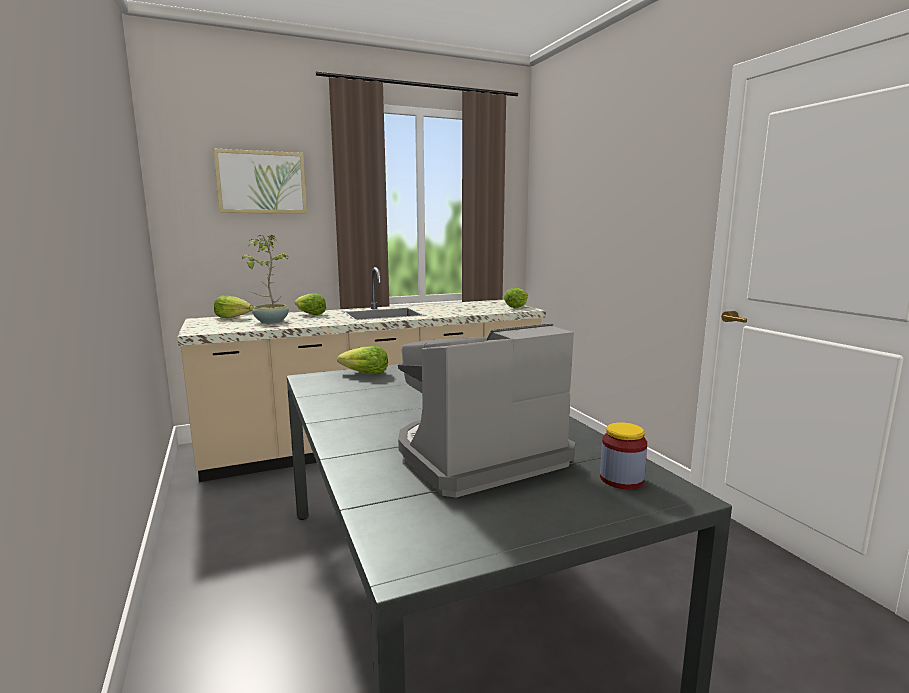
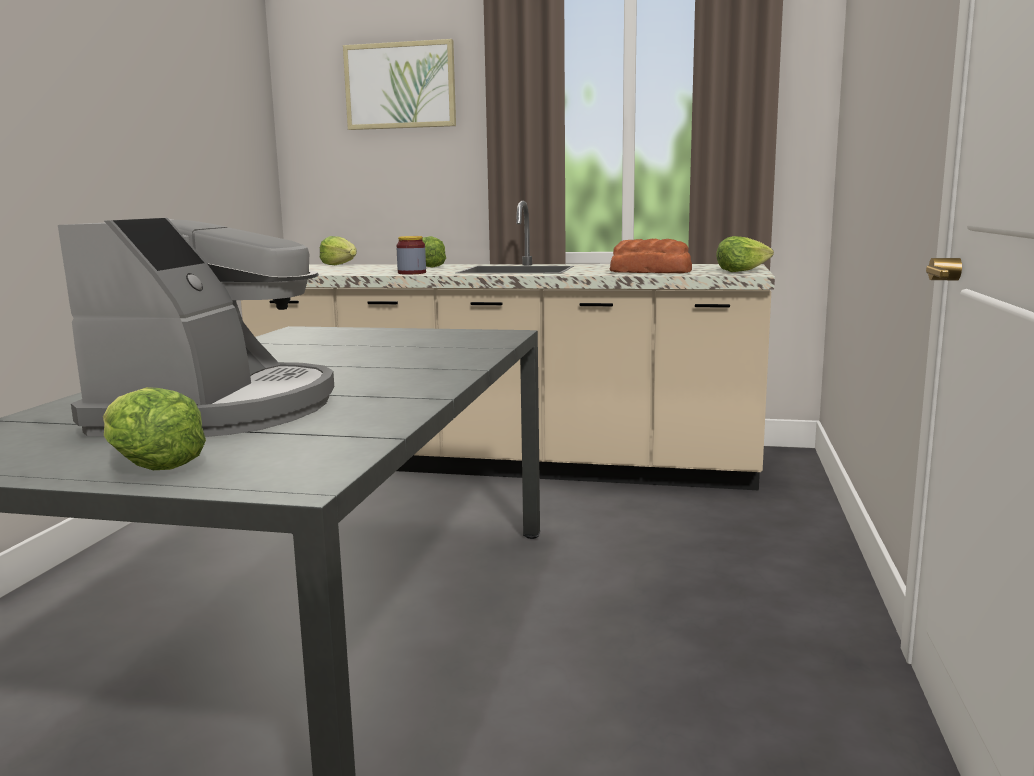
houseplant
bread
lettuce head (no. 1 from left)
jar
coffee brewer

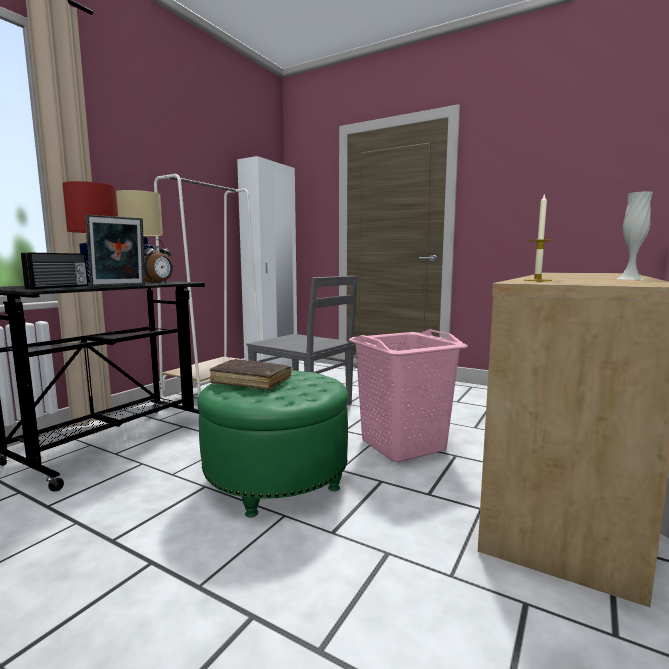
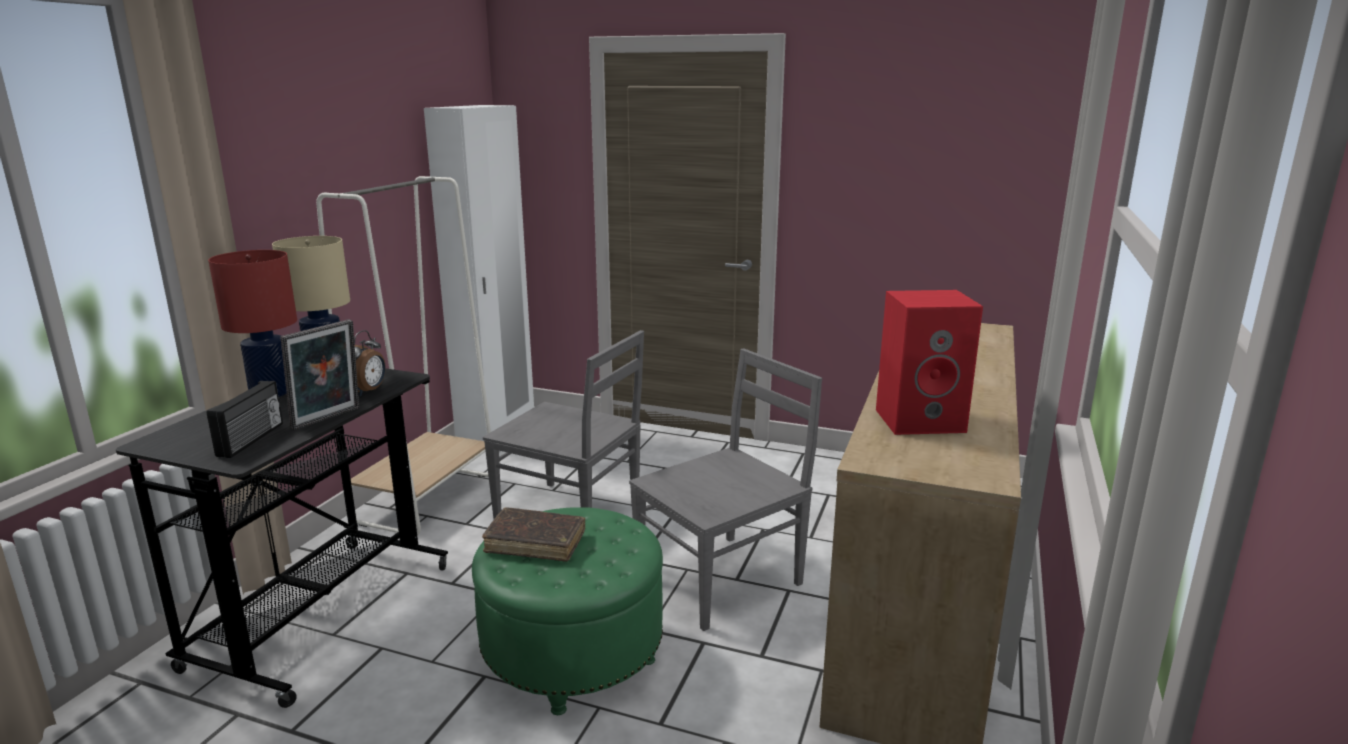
wax light
white-coloured flower vase
red speaker
greyish chair (no. 2 from left)

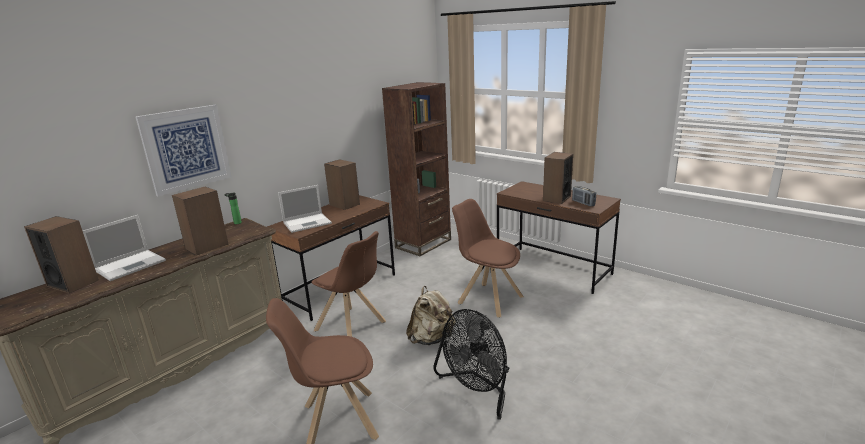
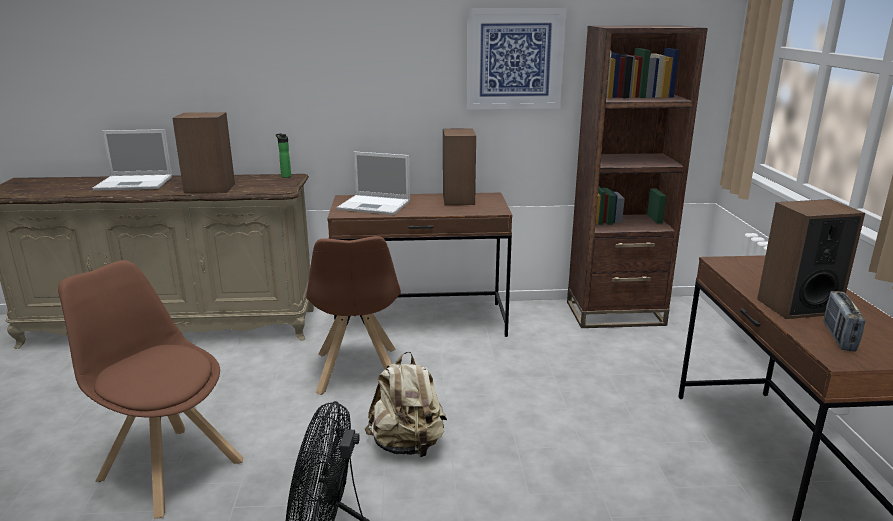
speaker (no. 1 from left in the first image)
brown-coloured chair (no. 3 from left in the first image)
wall art

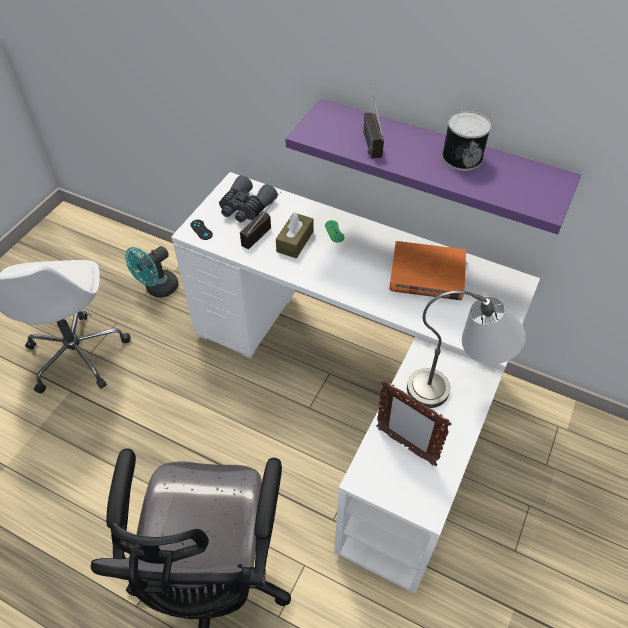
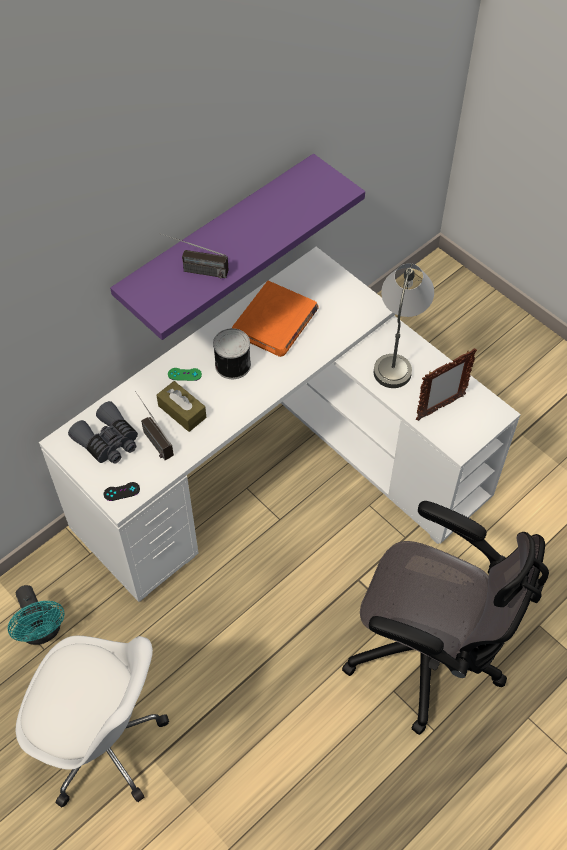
can

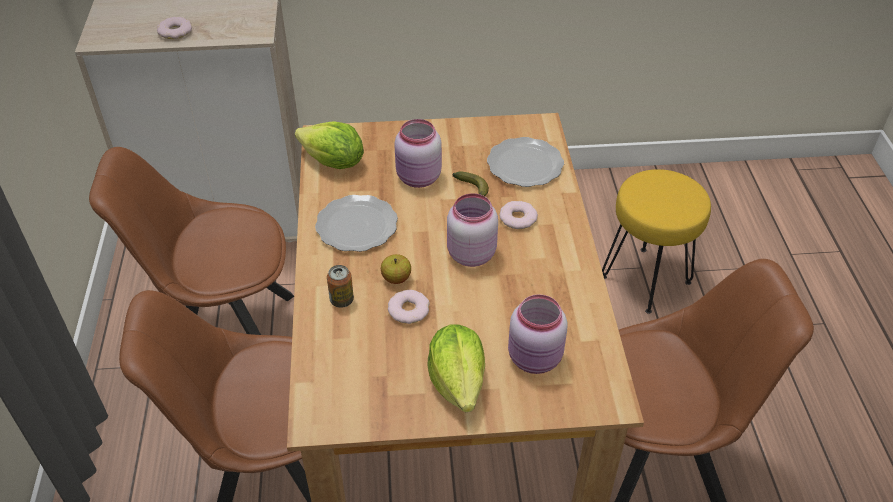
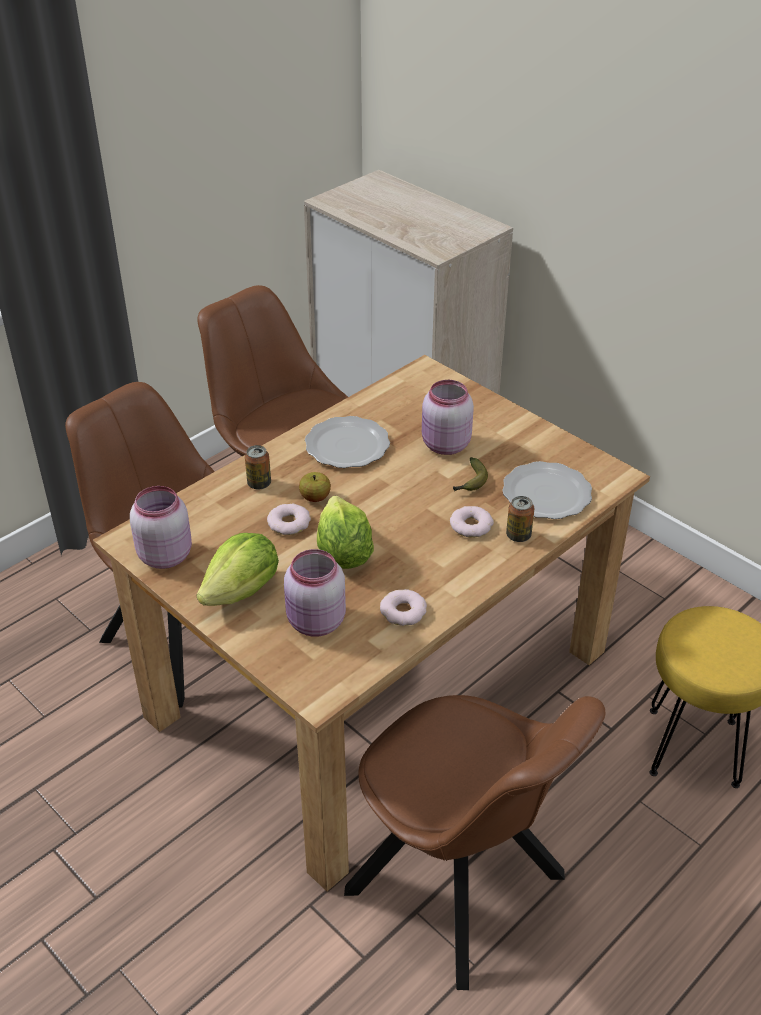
can (no. 2 from left)
doughnut (no. 2 from left)
lettuce head (no. 2 from left)
pinkish jar (no. 1 from left)

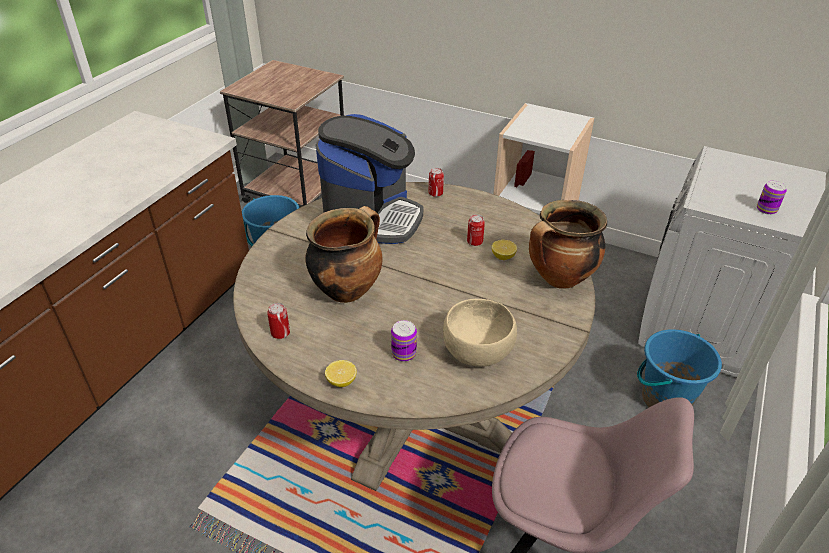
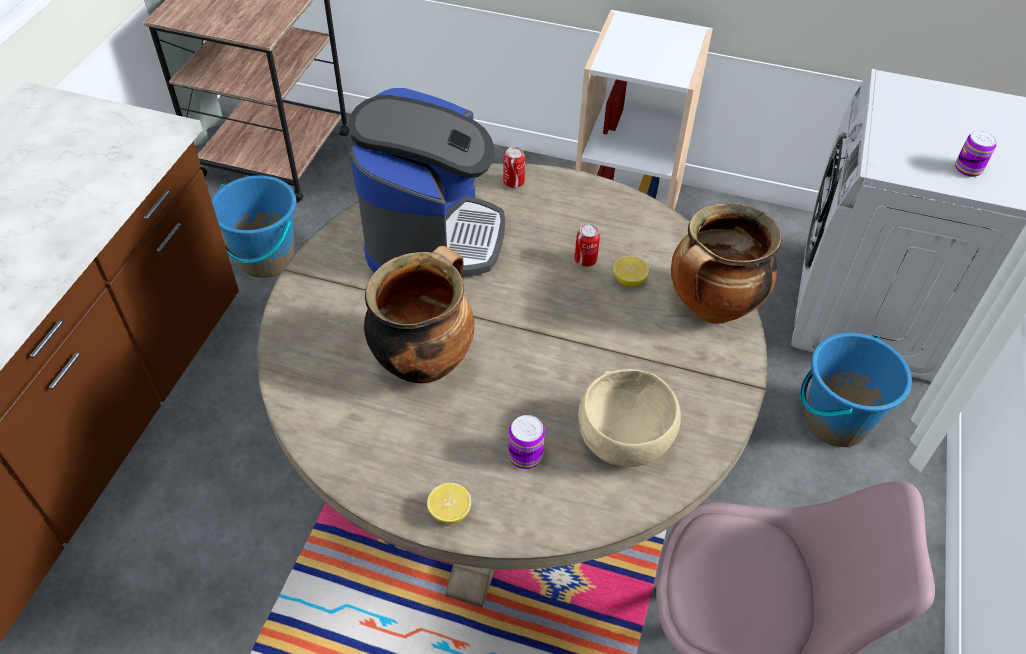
can (no. 1 from left in the first image)

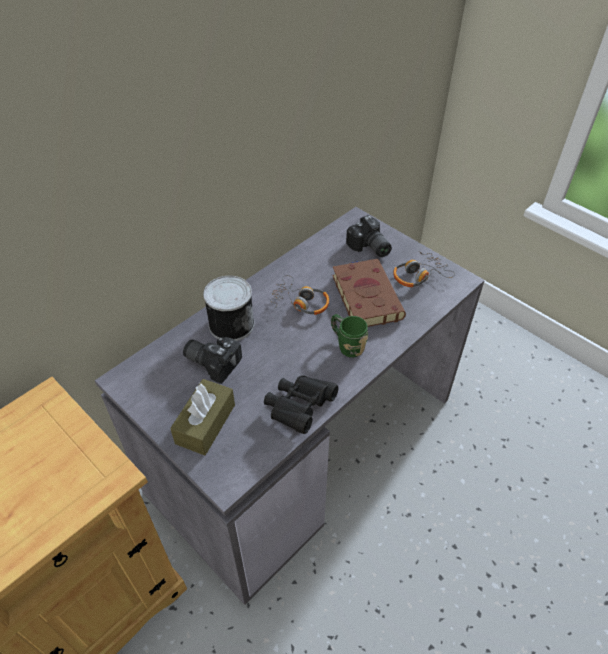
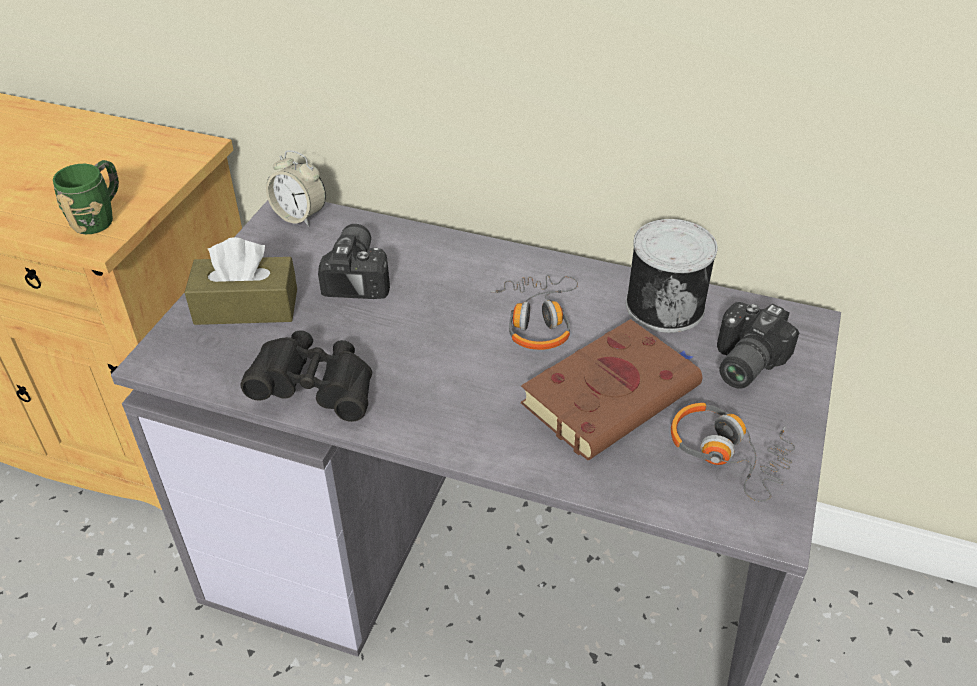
bedside clock
can
green-coloured mug

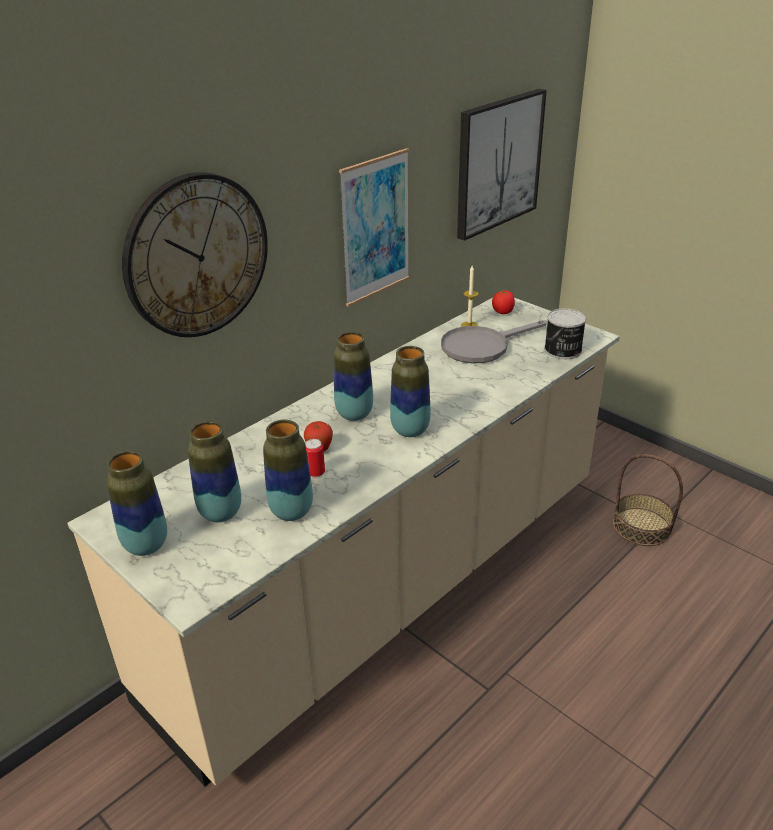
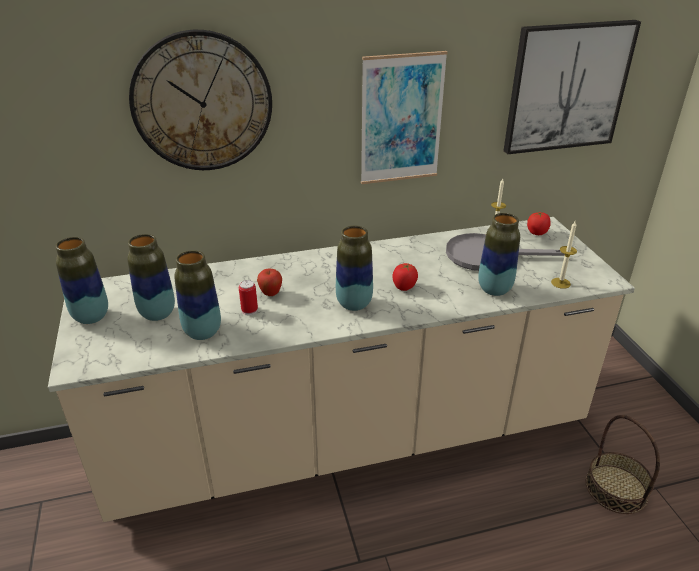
whole tomato (no. 1 from left)
flower vase (no. 5 from left)
wax light (no. 2 from left)

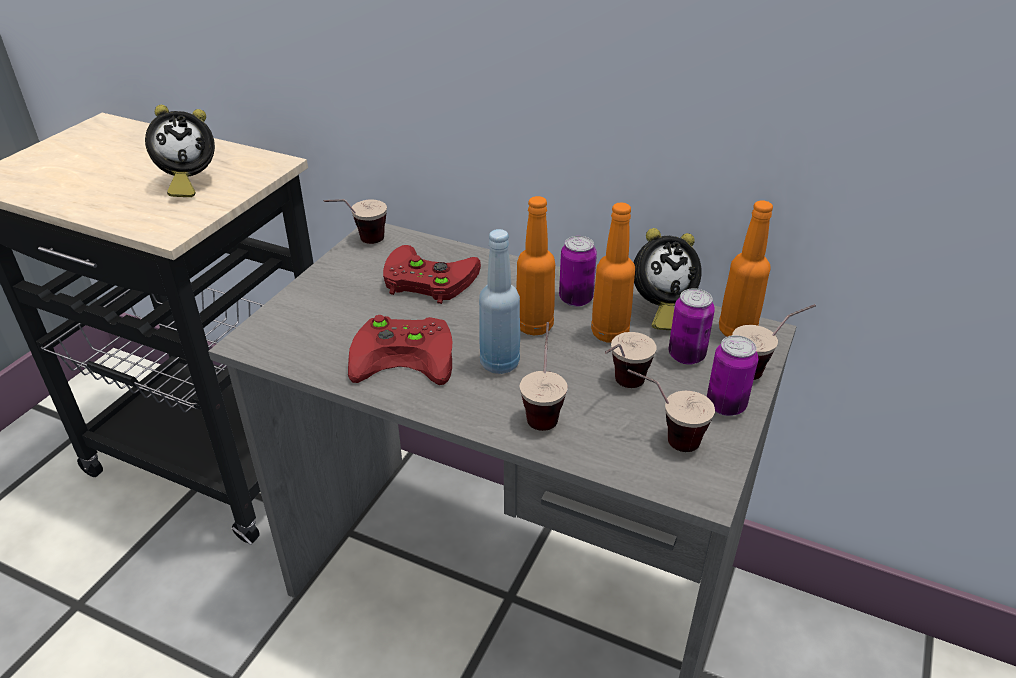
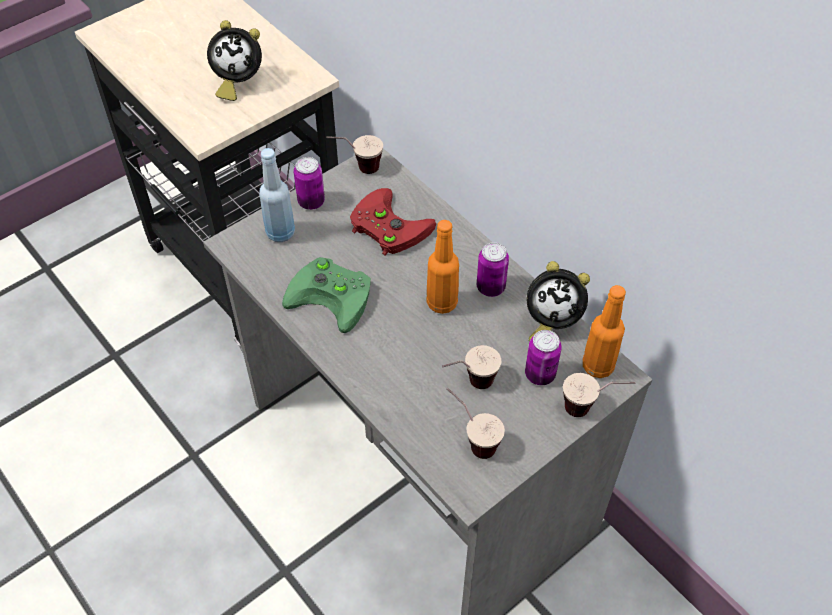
small cup (no. 2 from left in the first image)
orangey beverage bottle (no. 2 from left in the first image)
bluish beverage bottle
can (no. 1 from left)
green-coloured game controller

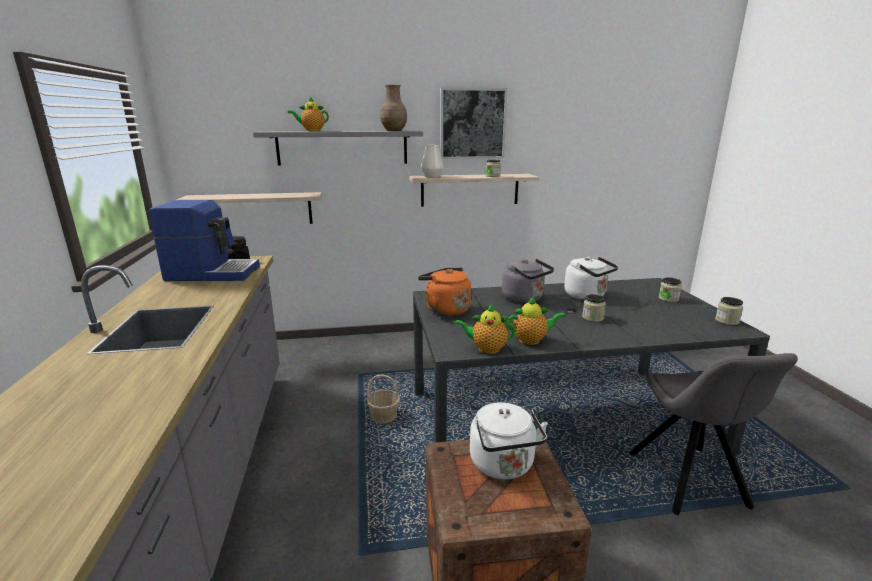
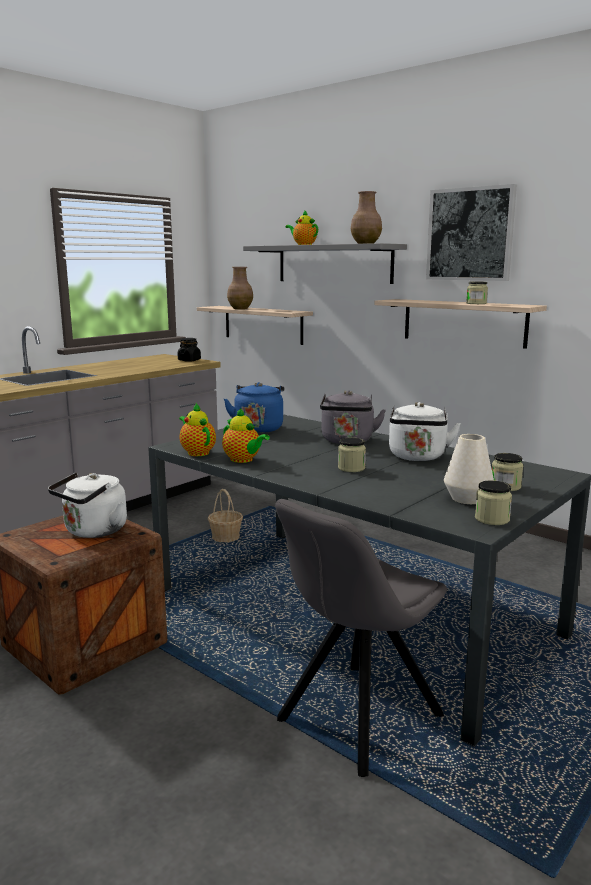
coffee brewer
brown-coloured flower vase (no. 1 from left)
white-coloured flower vase
bluish water kettle

